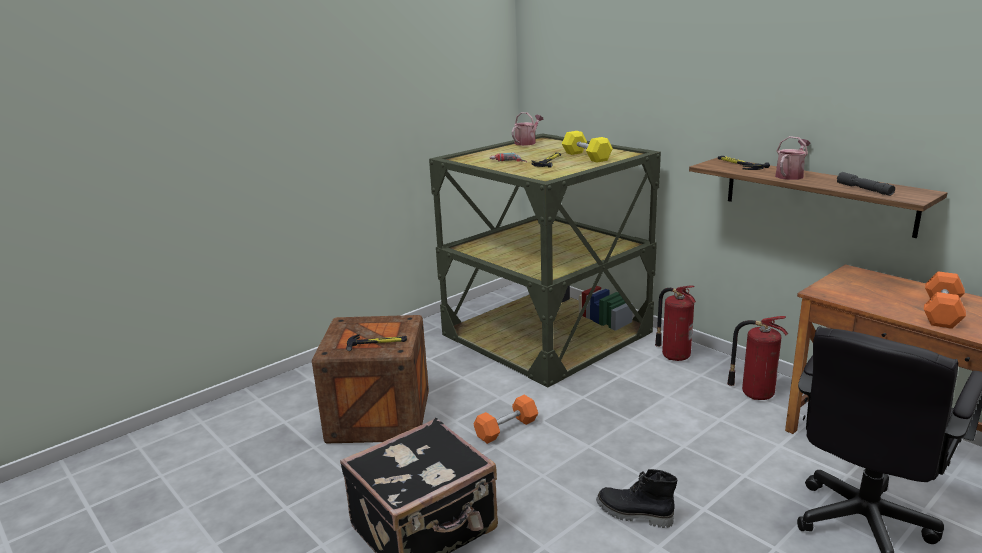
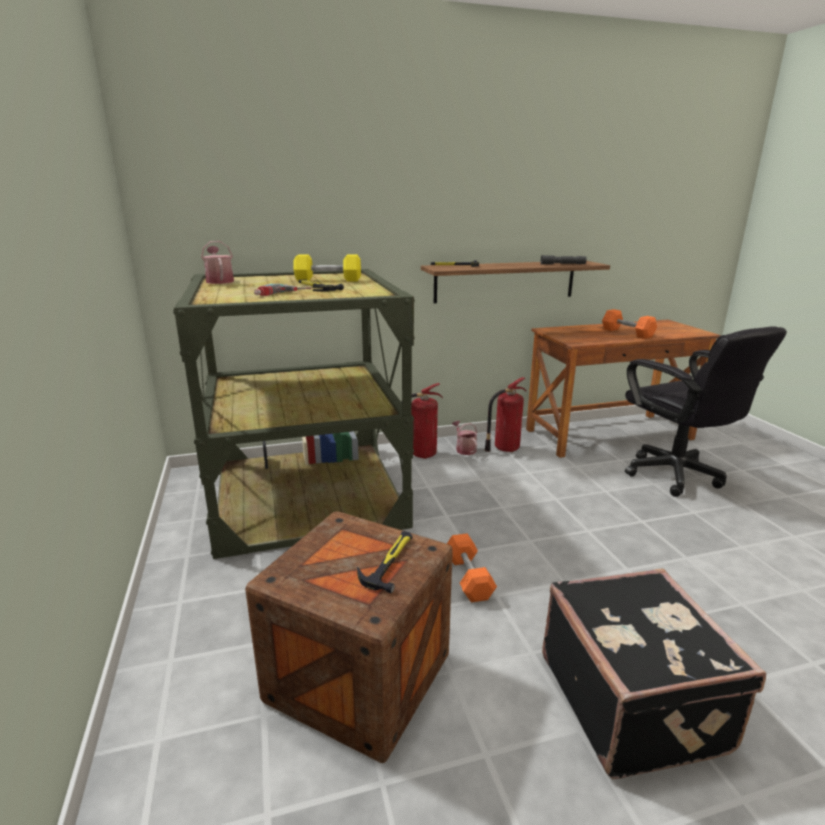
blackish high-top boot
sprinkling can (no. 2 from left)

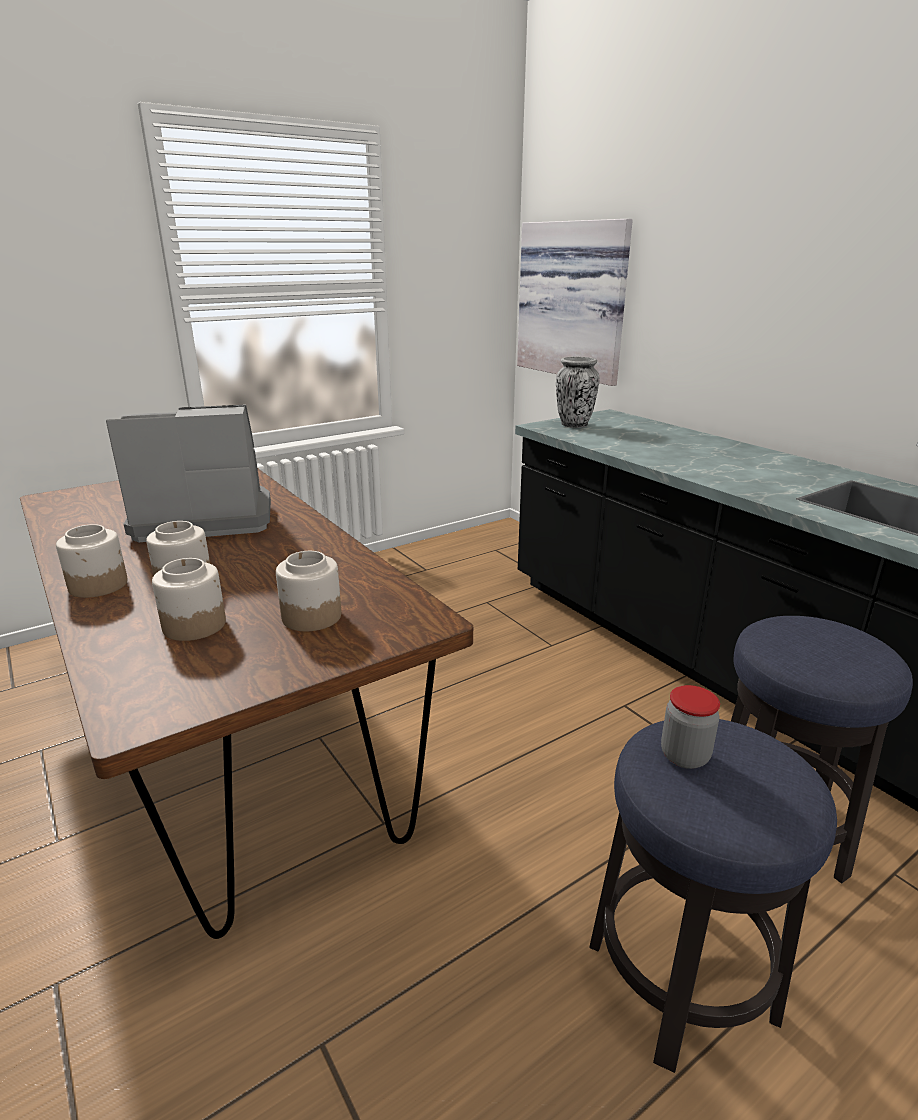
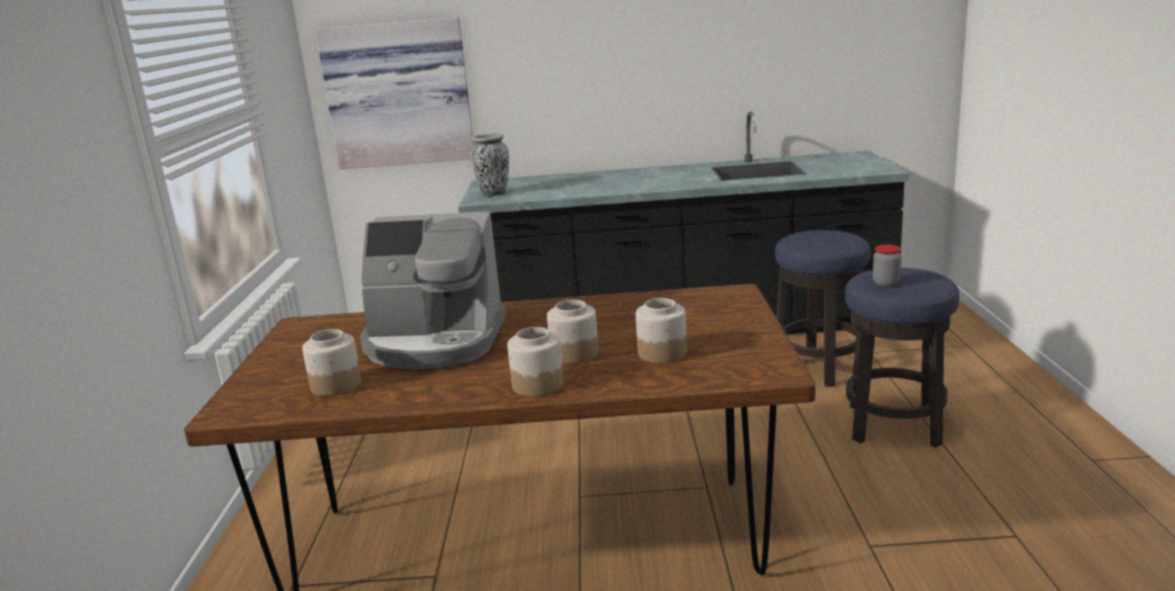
jar (no. 1 from left)
coffee brewer

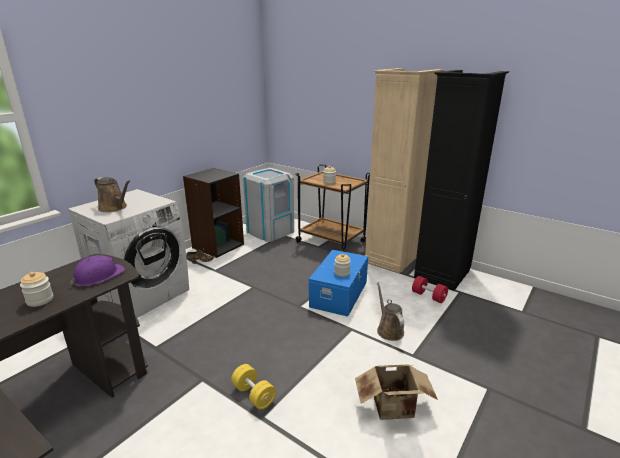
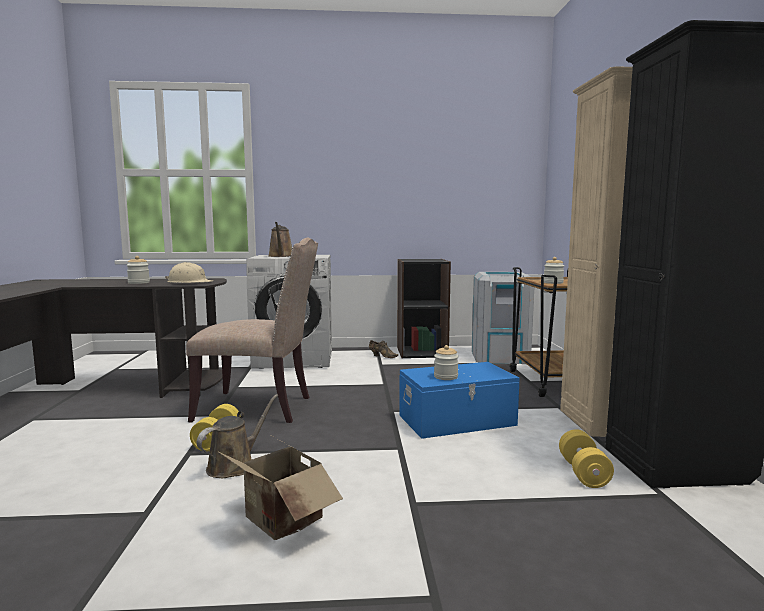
beige chair
brown-coloured sprinkling can (no. 1 from left)
beige work helmet
yellow-coloured free weight (no. 2 from left)

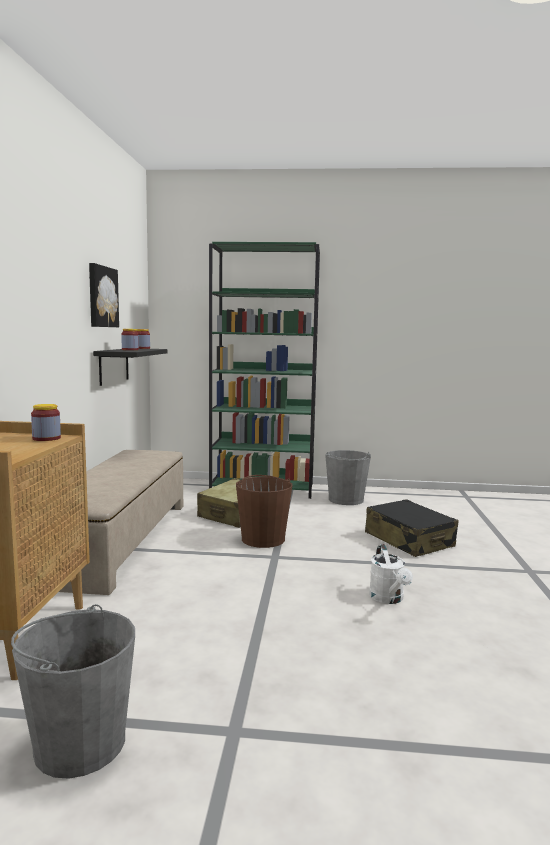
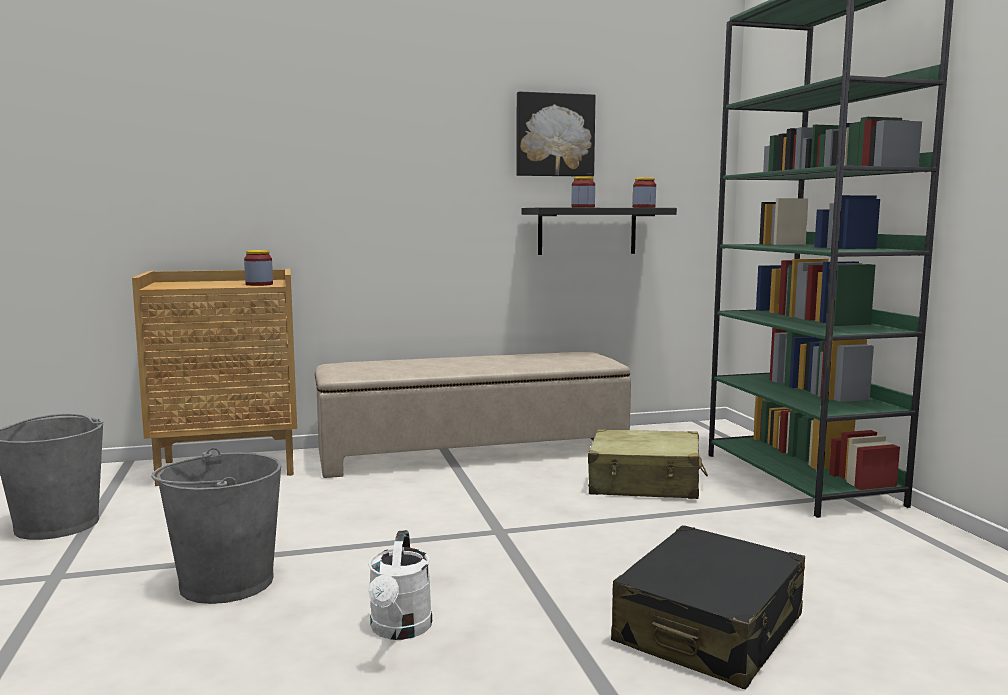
brown-coloured bucket
greyish bucket (no. 2 from left)
white-coloured sprinkling can

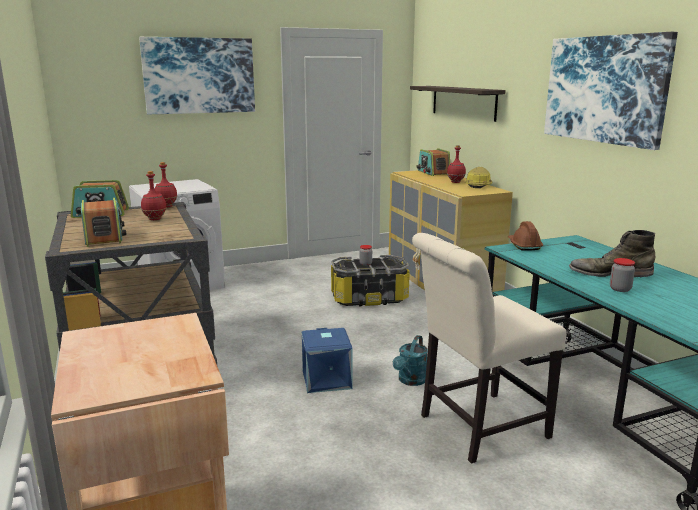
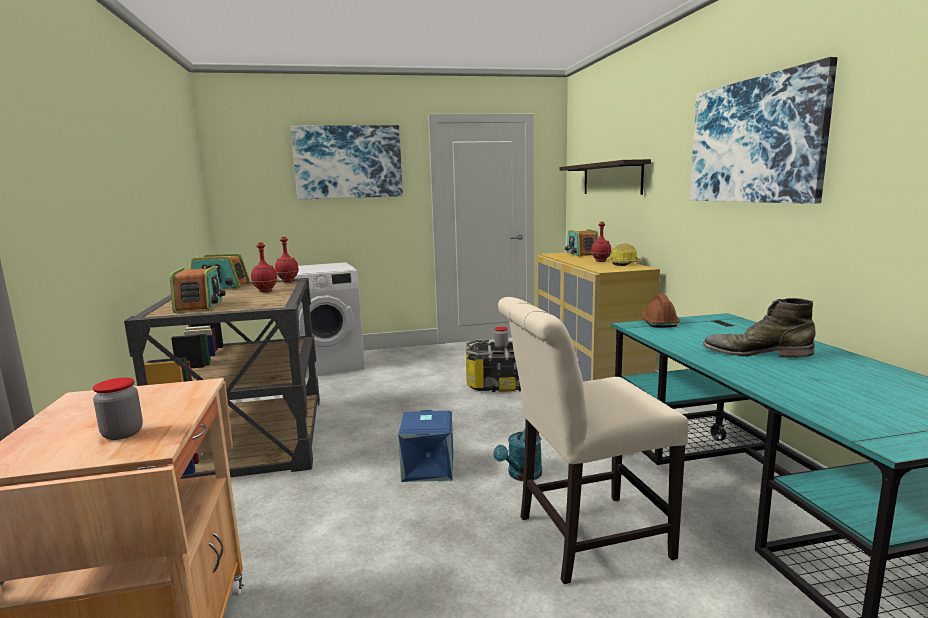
jar (no. 1 from left)

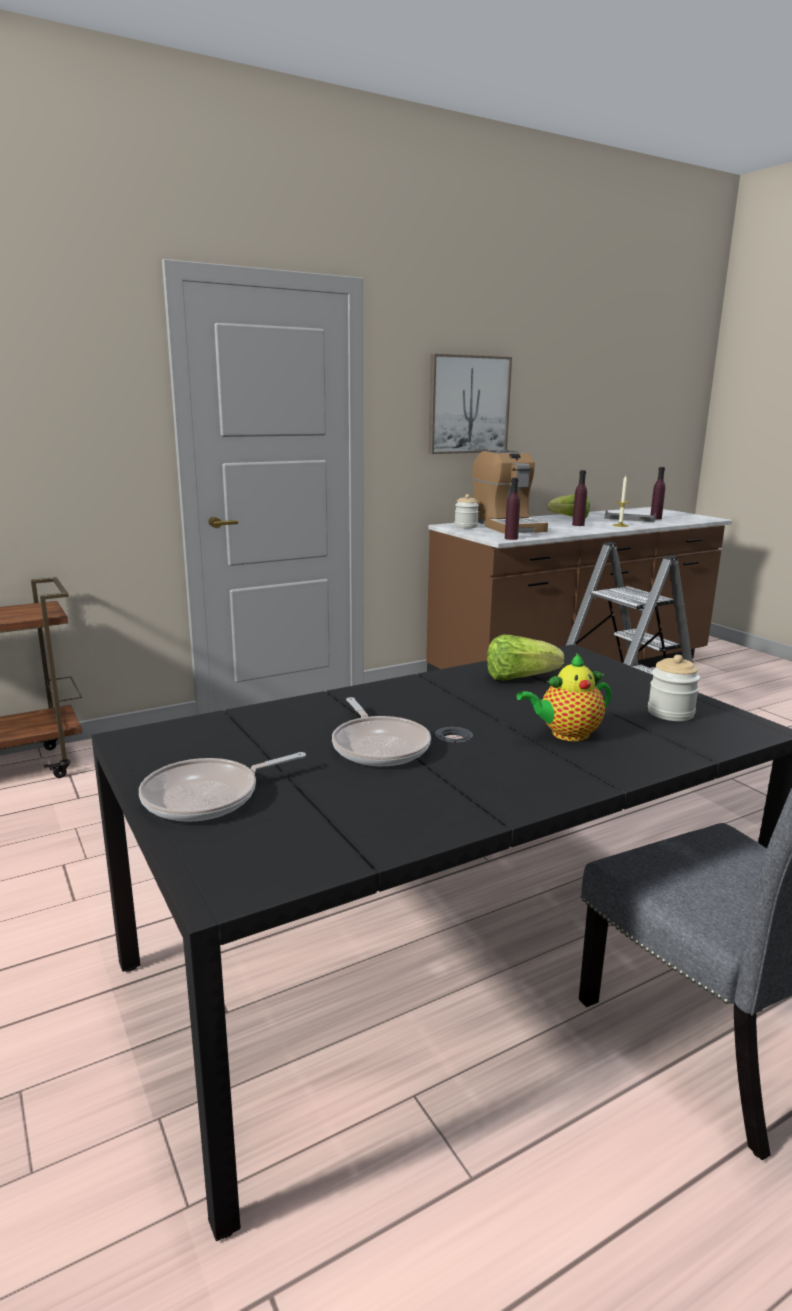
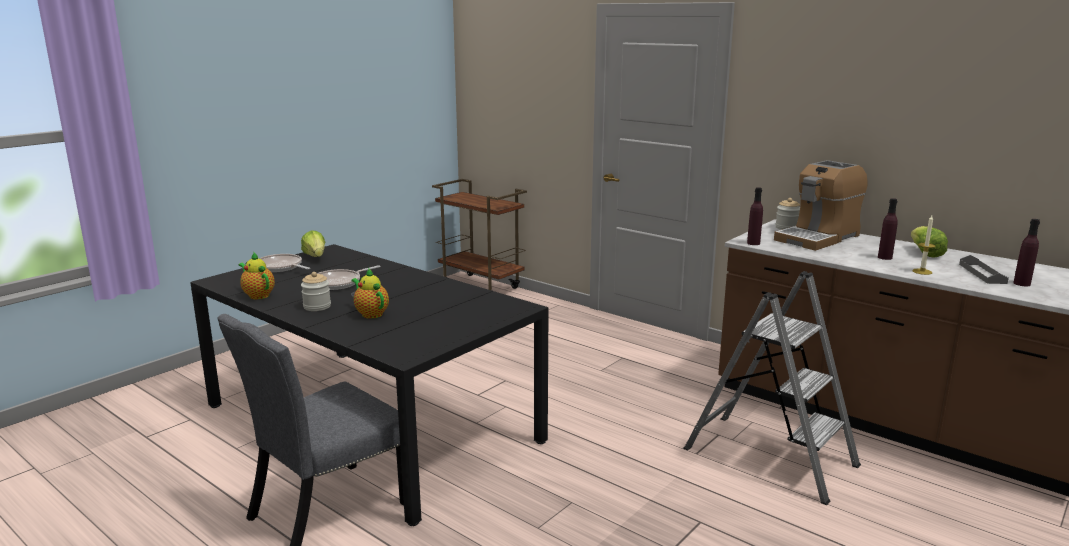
wall art
pot for tea (no. 1 from left)
lettuce head (no. 1 from left)
jar (no. 1 from left)

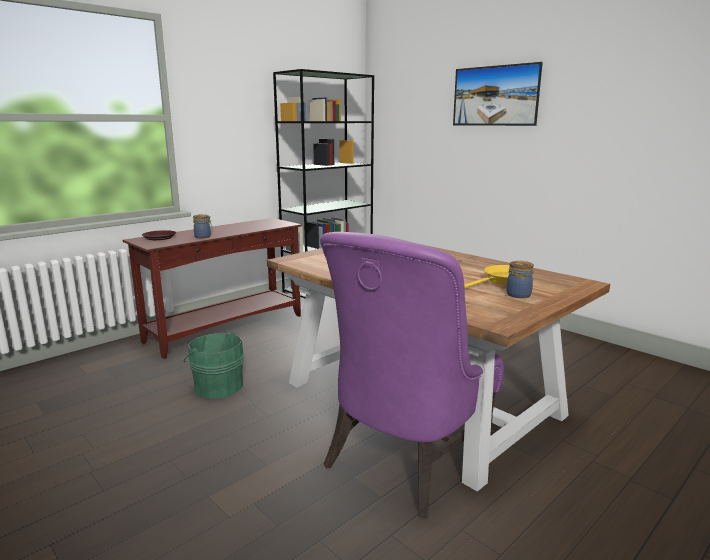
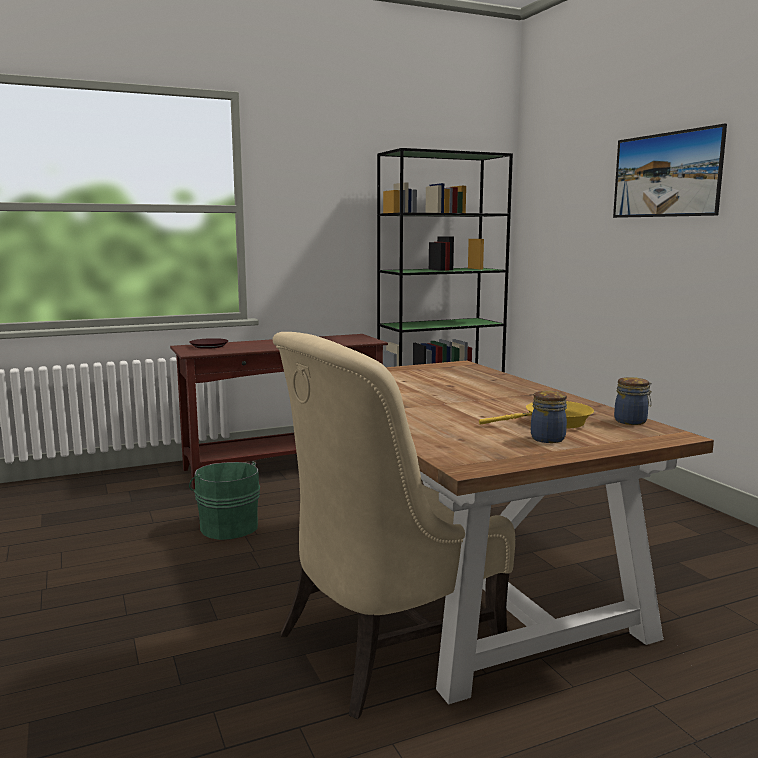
jar (no. 2 from left)
beige chair

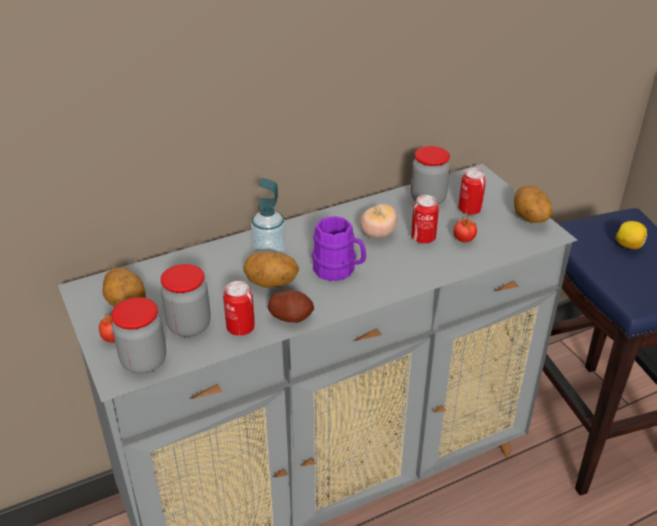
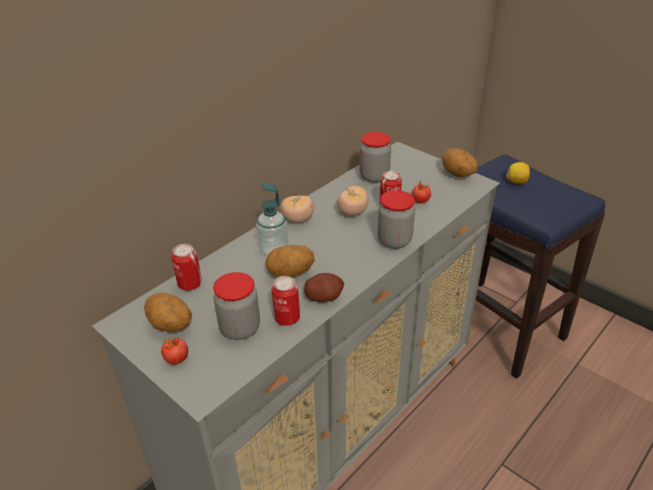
purple-coloured mug
whole tomato (no. 2 from left)
jar (no. 3 from left)
can (no. 1 from left)

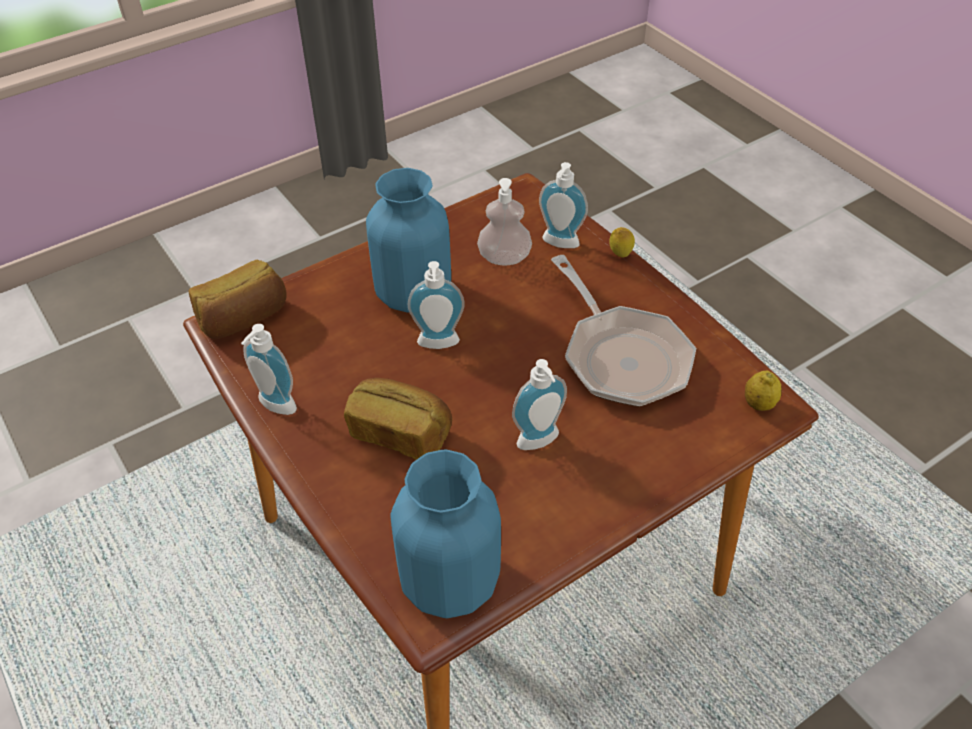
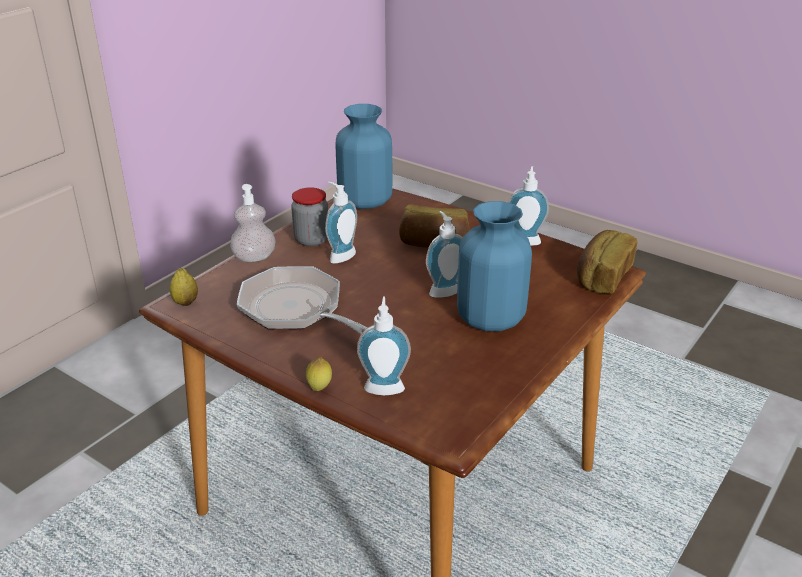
jar
liquid soap bottle (no. 1 from left)

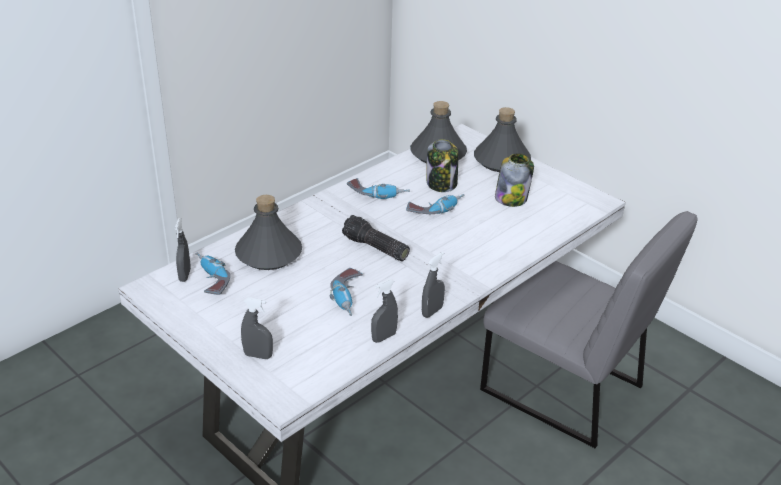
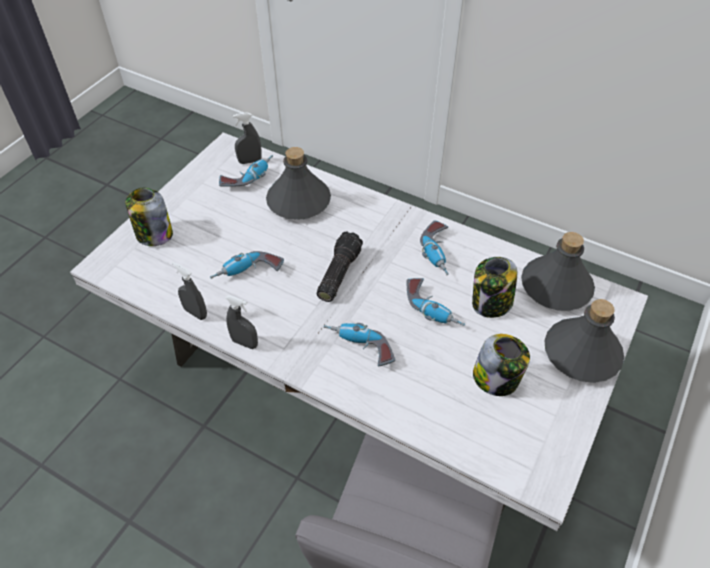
electric drill (no. 3 from left)
jar (no. 1 from left)

